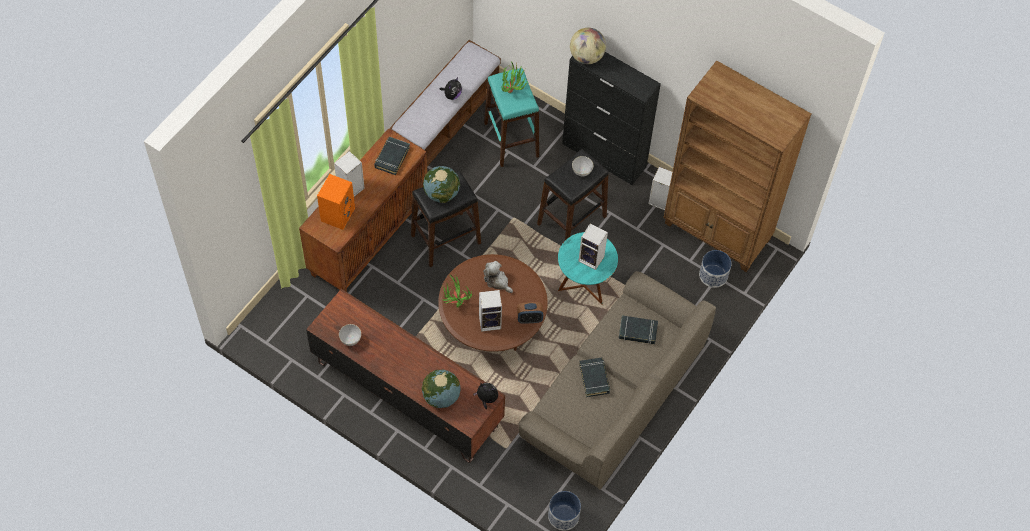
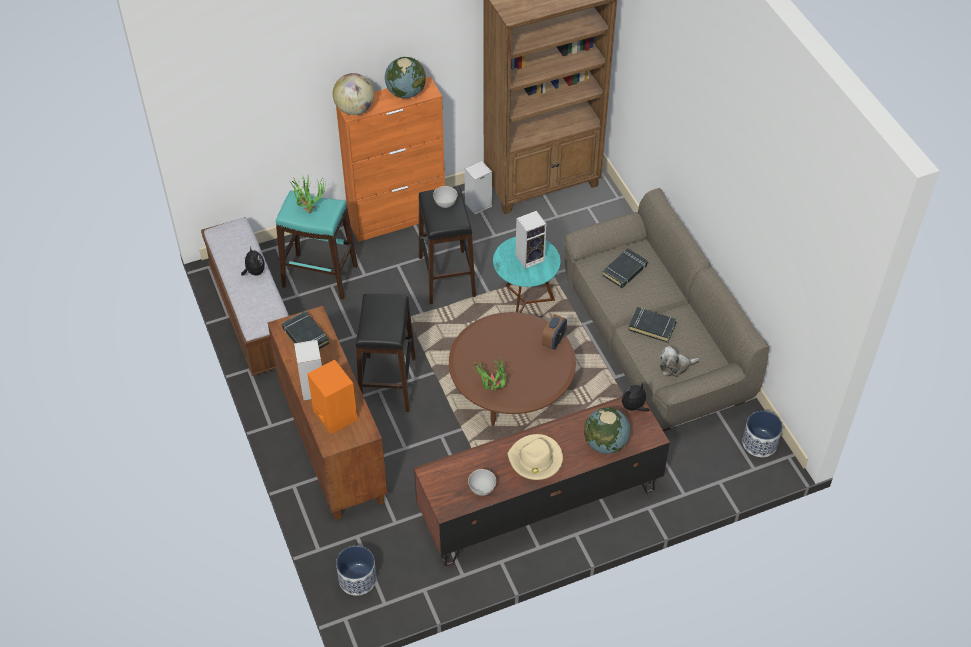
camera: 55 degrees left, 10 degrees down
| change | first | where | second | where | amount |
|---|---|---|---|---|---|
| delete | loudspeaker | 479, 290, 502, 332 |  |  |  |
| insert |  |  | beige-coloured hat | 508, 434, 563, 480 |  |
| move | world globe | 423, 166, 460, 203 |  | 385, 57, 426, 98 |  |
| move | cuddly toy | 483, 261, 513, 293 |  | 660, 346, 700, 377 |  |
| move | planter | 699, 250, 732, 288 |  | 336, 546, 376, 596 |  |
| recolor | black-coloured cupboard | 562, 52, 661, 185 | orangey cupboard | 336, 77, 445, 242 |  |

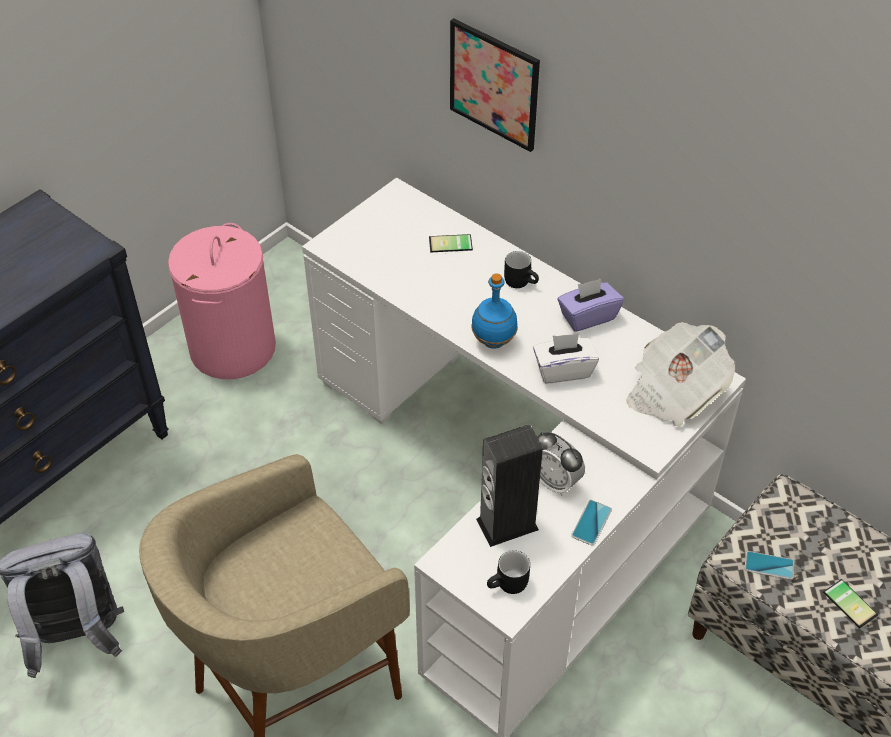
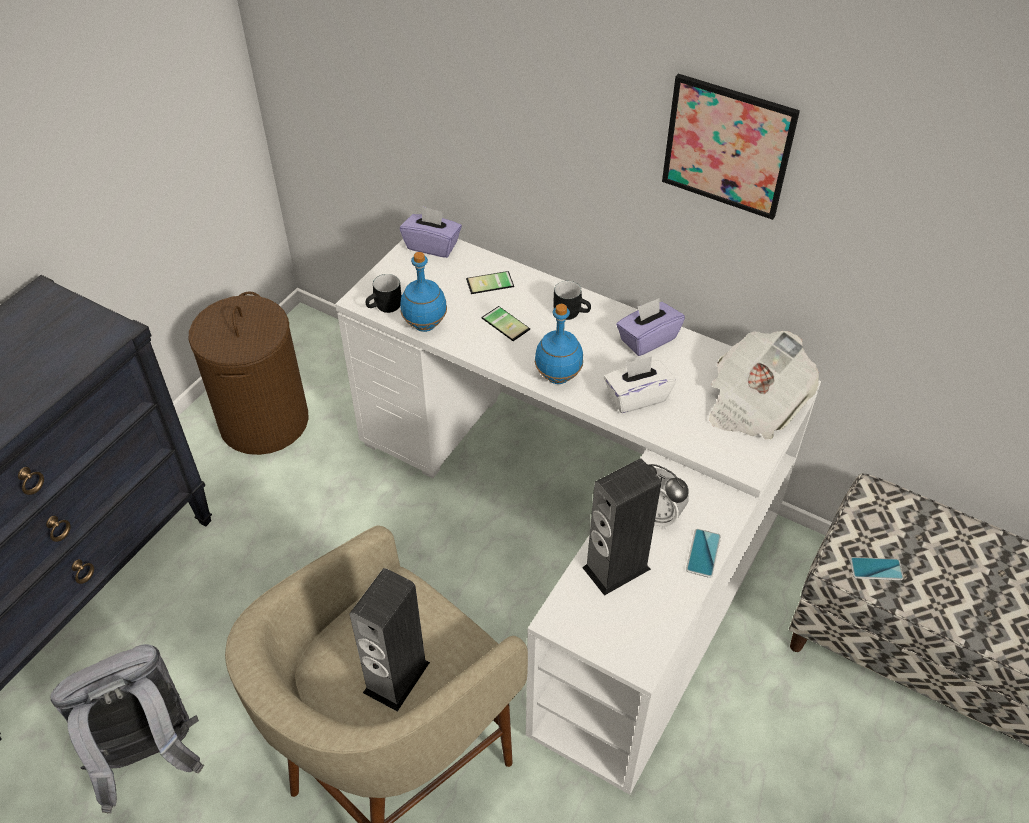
camera: 10 degrees left, 0 degrees up
| change | first | where | second | where | amount |
|---|---|---|---|---|---|
| insert |  |  | loudspeaker | 349, 568, 430, 712 |  |
| insert |  |  | purplish tissue holder | 400, 206, 462, 258 |  |
| insert |  |  | blue beverage bottle | 400, 252, 447, 332 |  |
| move | picture | 450, 18, 540, 152 |  | 662, 74, 800, 220 |  |
| move | black-coloured coffee mug | 487, 550, 530, 594 |  | 365, 274, 401, 313 |  |
| move | telephone | 823, 579, 878, 629 |  | 482, 306, 530, 341 |  |
| recolor | pink-coloured laundry basket | 168, 223, 276, 379 | brown-coloured laundry basket | 189, 291, 309, 455 |  |

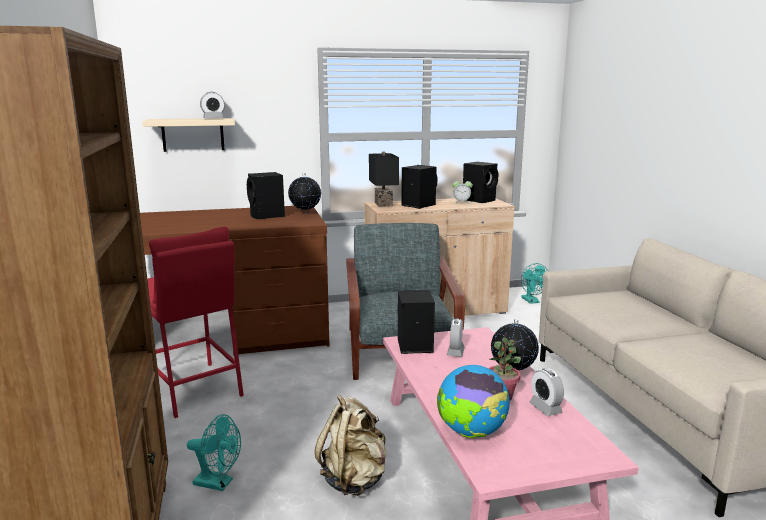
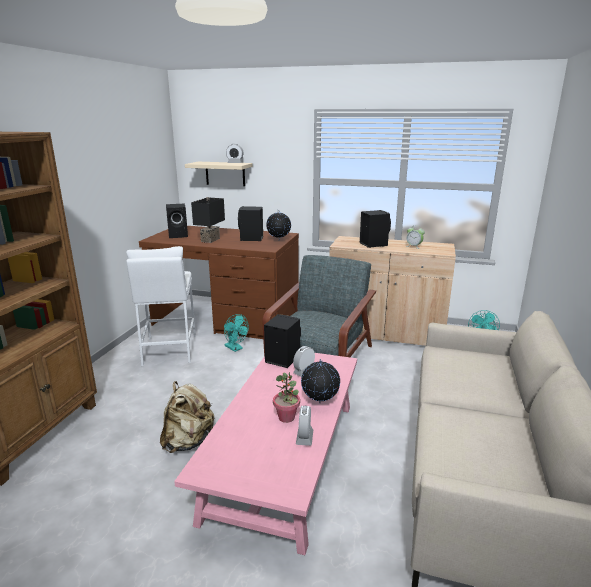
camera: 30 degrees right, 5 degrees up
| change | first | where | second | where | amount |
|---|---|---|---|---|---|
| delete | world globe | 437, 365, 510, 438 |  |  |  |
| move | turquoise-coloured fan | 187, 414, 241, 491 |  | 224, 314, 249, 352 |  |
| move | black-coloured tabletop lamp | 369, 152, 399, 207 |  | 191, 197, 225, 243 |  |
| move | black-coloured loudspeaker | 463, 162, 498, 203 |  | 166, 203, 188, 238 |  |
| recolor | red stool seat | 147, 227, 244, 418 | white stool seat | 126, 246, 196, 366 |  |

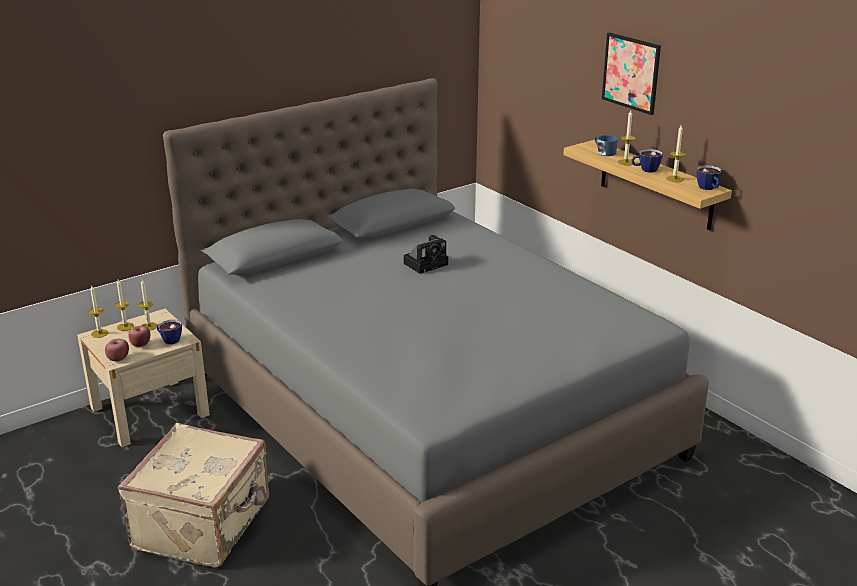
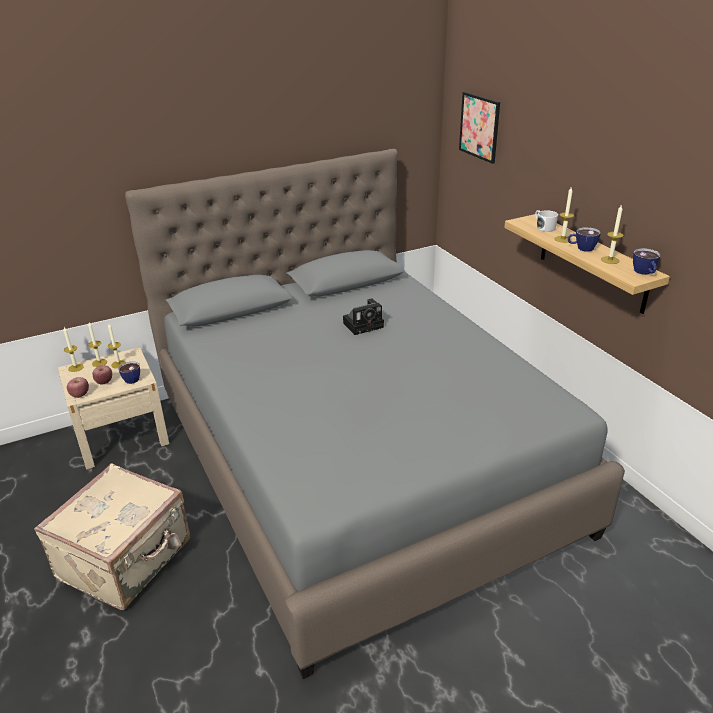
camera: 10 degrees right, 5 degrees up
| change | first | where | second | where | amount |
|---|---|---|---|---|---|
| move | picture | 602, 32, 661, 115 |  | 459, 92, 500, 164 |  |
| recolor | blue coffee mug | 595, 135, 618, 156 | white coffee mug | 535, 210, 558, 232 |  |

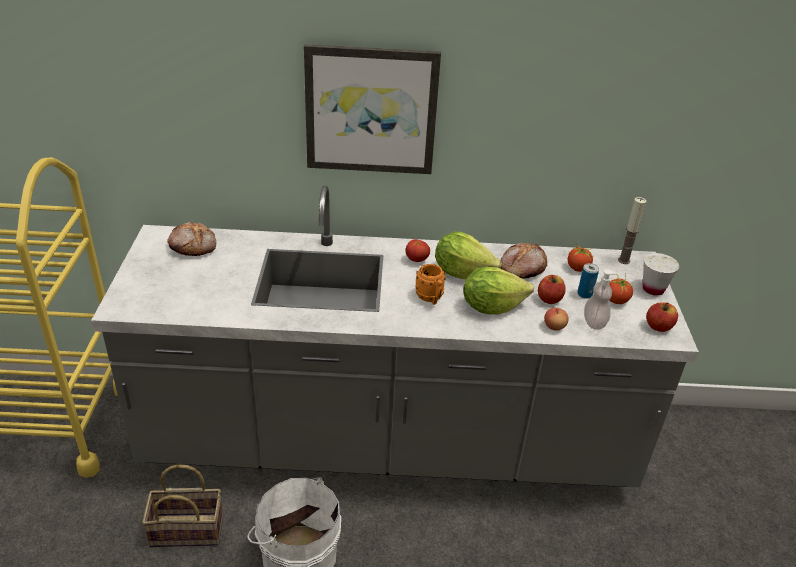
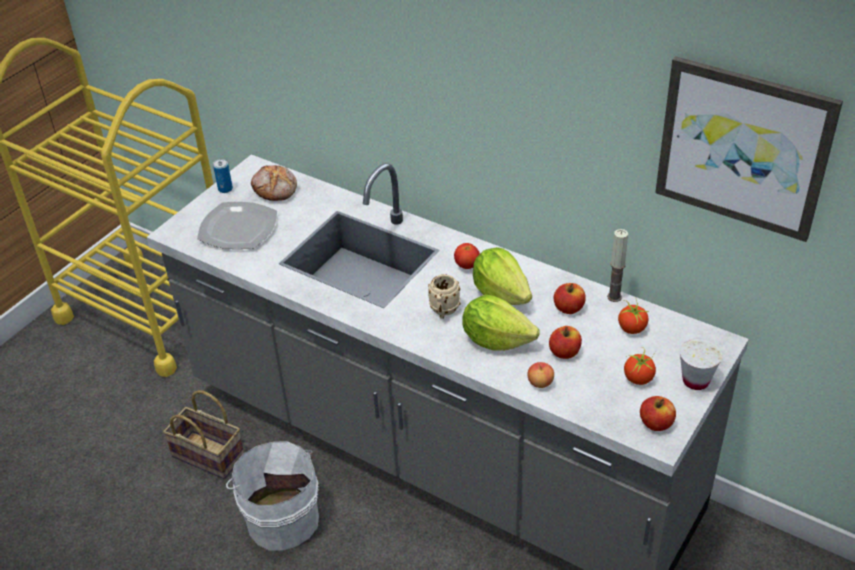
camera: 35 degrees right, 5 degrees up
| change | first | where | second | where | amount |
|---|---|---|---|---|---|
| delete | soap dispenser | 584, 269, 616, 330 |  |  |  |
| insert |  |  | plate | 197, 202, 277, 249 |  |
| move | picture | 304, 44, 441, 174 |  | 655, 56, 843, 242 |  |
| move | metal can | 577, 263, 599, 299 |  | 213, 159, 233, 193 |  |
| move | candle | 618, 197, 647, 264 |  | 607, 229, 628, 302 |  |
| replace | bread | 500, 243, 547, 279 | whole apple | 554, 283, 586, 314 |  |
| recolor | orangey coffee mug | 415, 264, 446, 305 | beige-coloured coffee mug | 428, 274, 460, 319 |  |

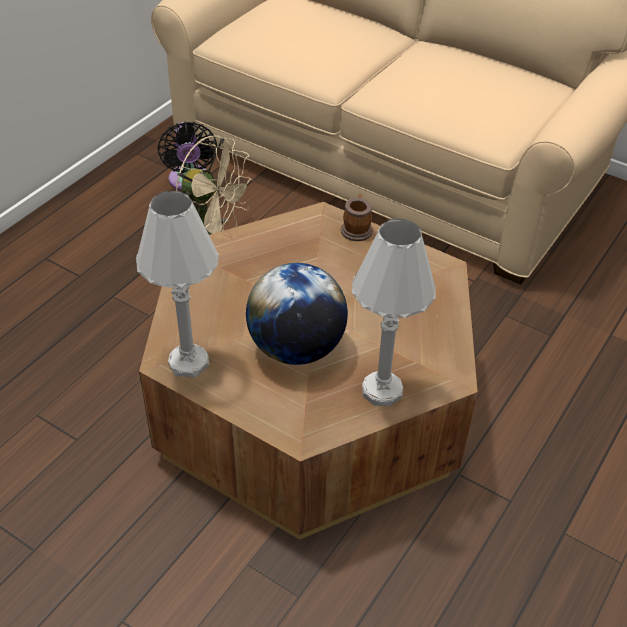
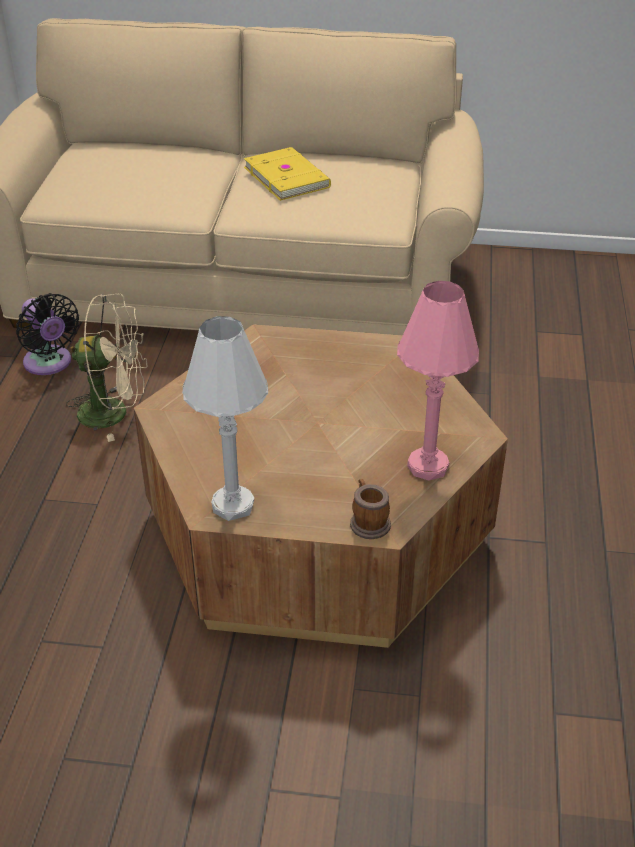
camera: 25 degrees left, 5 degrees down
| change | first | where | second | where | amount |
|---|---|---|---|---|---|
| delete | world globe | 246, 263, 348, 365 |  |  |  |
| insert |  |  | yellow-coloured volume | 244, 147, 331, 201 |  |
| move | coffee mug | 341, 194, 373, 241 |  | 350, 479, 391, 539 |  |
| recolor | white tabletop lamp | 352, 219, 436, 407 | pink-coloured tabletop lamp | 397, 281, 479, 481 |  |

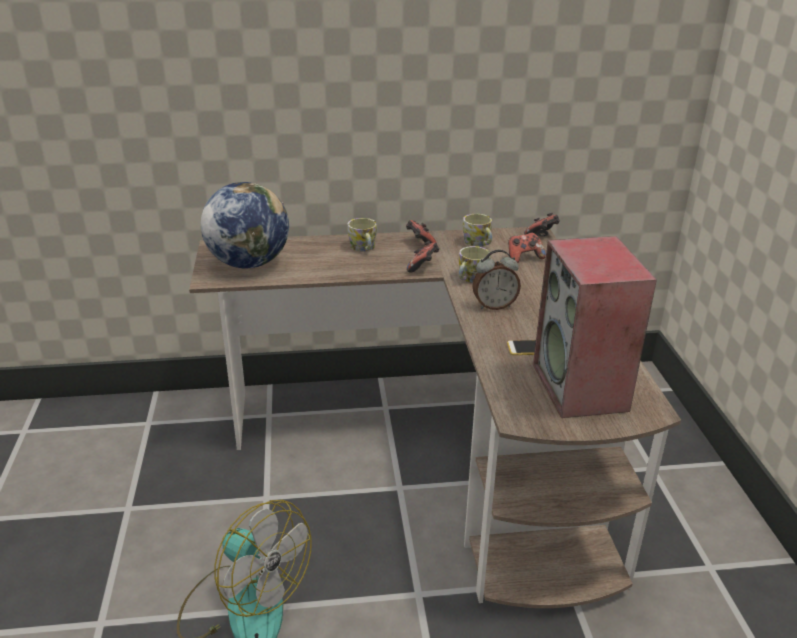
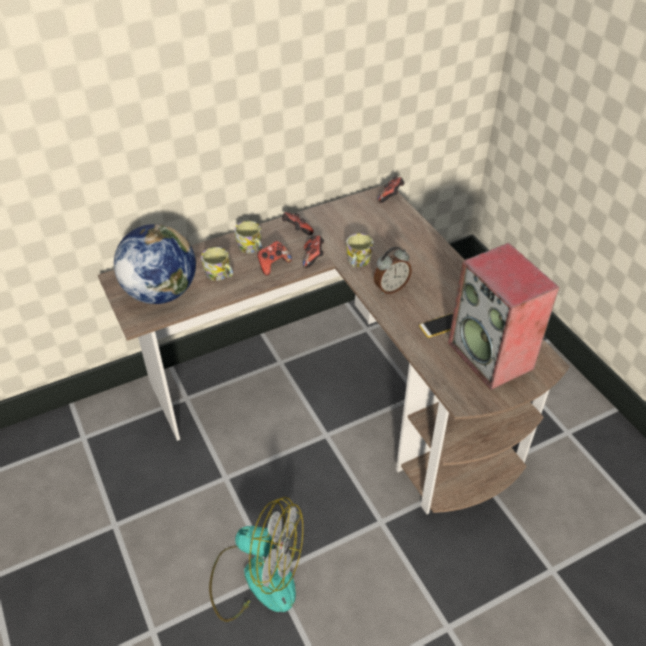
camera: 20 degrees left, 15 degrees up
| change | first | where | second | where | amount |
|---|---|---|---|---|---|
| move | coffee mug | 463, 214, 492, 247 |  | 201, 247, 233, 281 |  |
| move | gamepad | 508, 233, 546, 263 |  | 257, 241, 292, 276 |  |

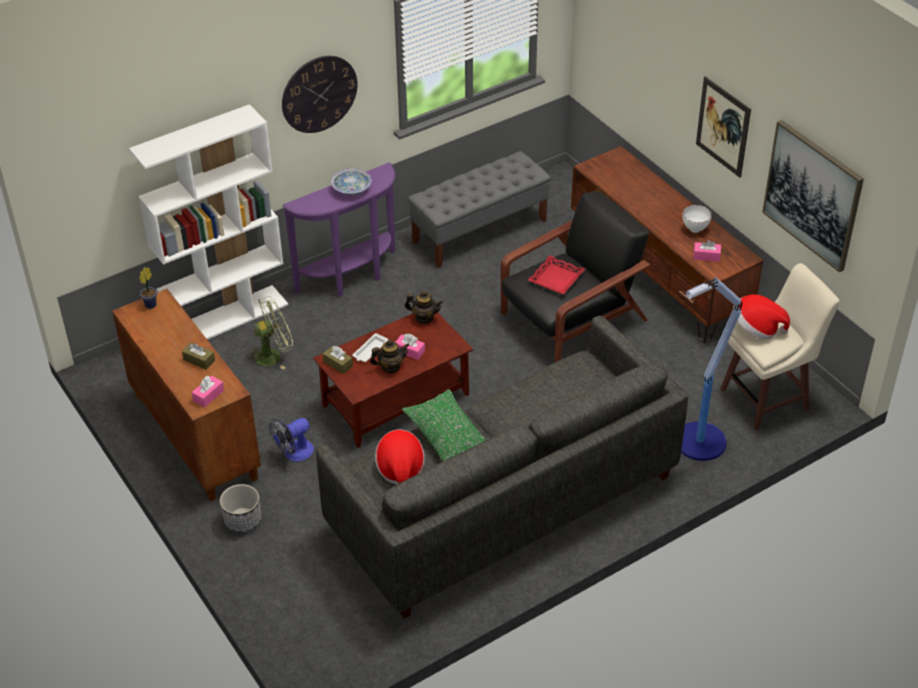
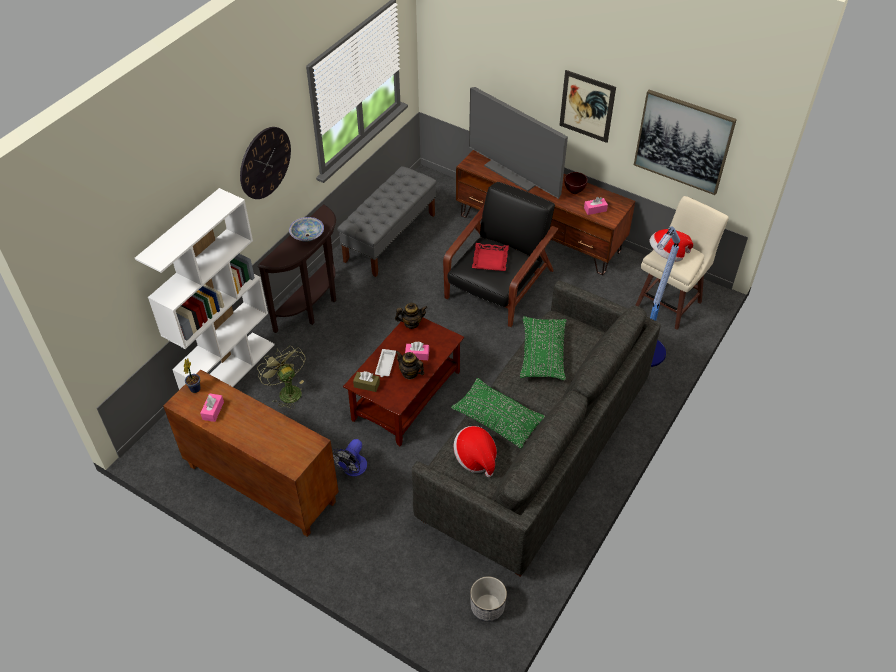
camera: 25 degrees left, 5 degrees up
| change | first | where | second | where | amount |
|---|---|---|---|---|---|
| delete | brown-coloured tissue holder | 182, 343, 215, 370 |  |  |  |
| insert |  |  | TV | 469, 87, 568, 199 |  |
| insert |  |  | greenish throw pillow | 520, 316, 567, 380 |  |
| move | pink-coloured tissue holder | 192, 376, 224, 407 |  | 200, 393, 224, 422 |  |
| move | planter | 220, 484, 261, 533 |  | 470, 576, 507, 622 |  |
| recolor | purplish hall table | 282, 163, 395, 297 | brown-coloured hall table | 258, 204, 336, 333 |  |
| recolor | white deep dish | 682, 205, 712, 233 | brown-coloured deep dish | 565, 172, 587, 194 |  |
| rotate | greenish fan | 246, 296, 293, 370 |  | 257, 345, 305, 409 | 75 degrees counterclockwise |
| rotate | pot for tea | 370, 340, 410, 373 |  | 396, 351, 425, 379 | 105 degrees counterclockwise |

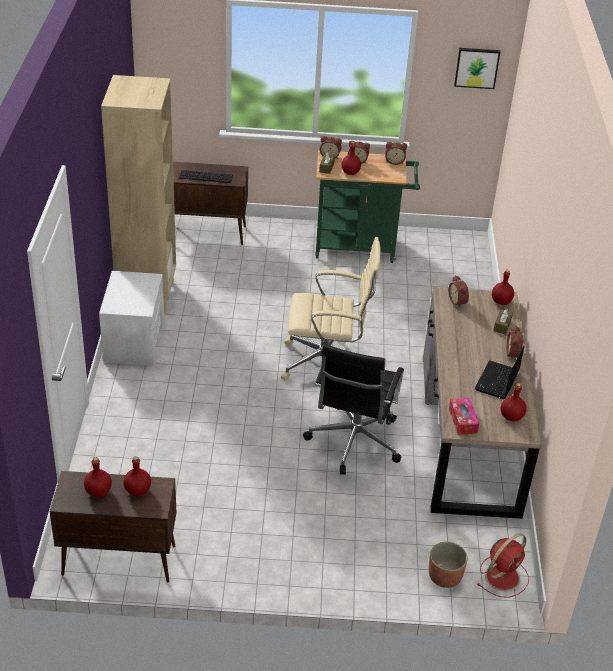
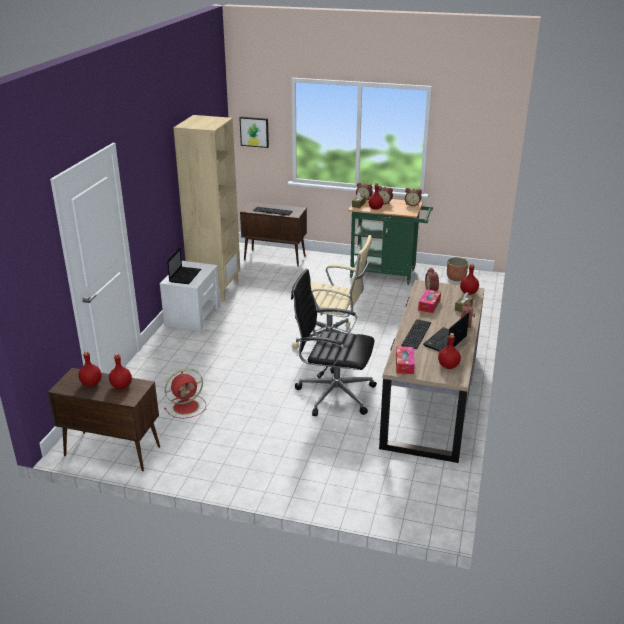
camera: 15 degrees right, 10 degrees down
| change | first | where | second | where | amount |
|---|---|---|---|---|---|
| insert |  |  | laptop | 167, 247, 201, 284 |  |
| insert |  |  | computer keyboard | 401, 319, 431, 349 |  |
| insert |  |  | tissue holder | 418, 289, 441, 313 |  |
| move | planter | 429, 542, 468, 588 |  | 447, 257, 469, 281 |  |
| move | picture | 454, 48, 500, 89 |  | 239, 117, 269, 148 |  |
| move | red fan | 477, 533, 529, 598 |  | 164, 369, 206, 419 |  |
| rotate | black-coloured computer chair | 303, 344, 404, 474 |  | 291, 269, 377, 416 | 75 degrees clockwise |

